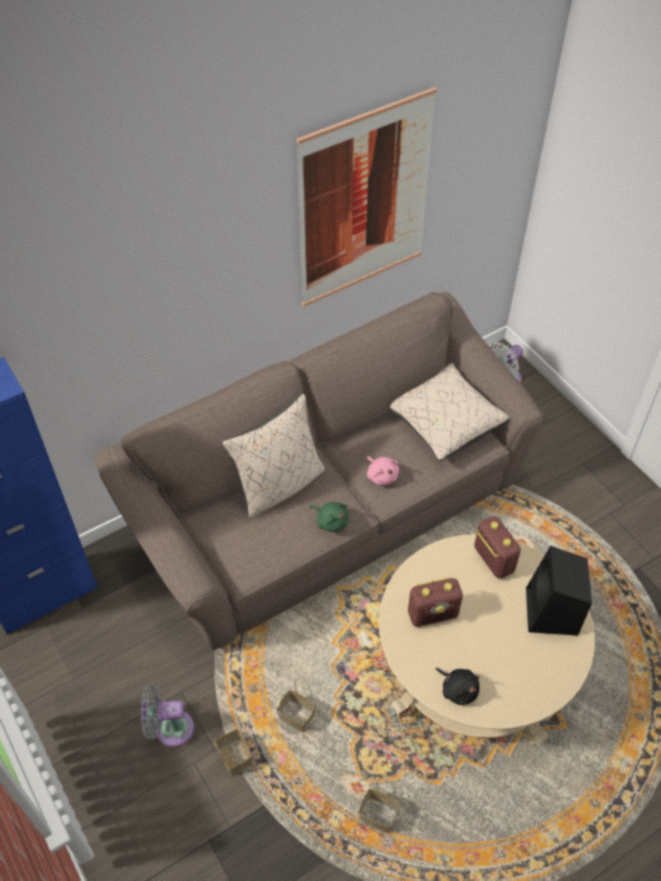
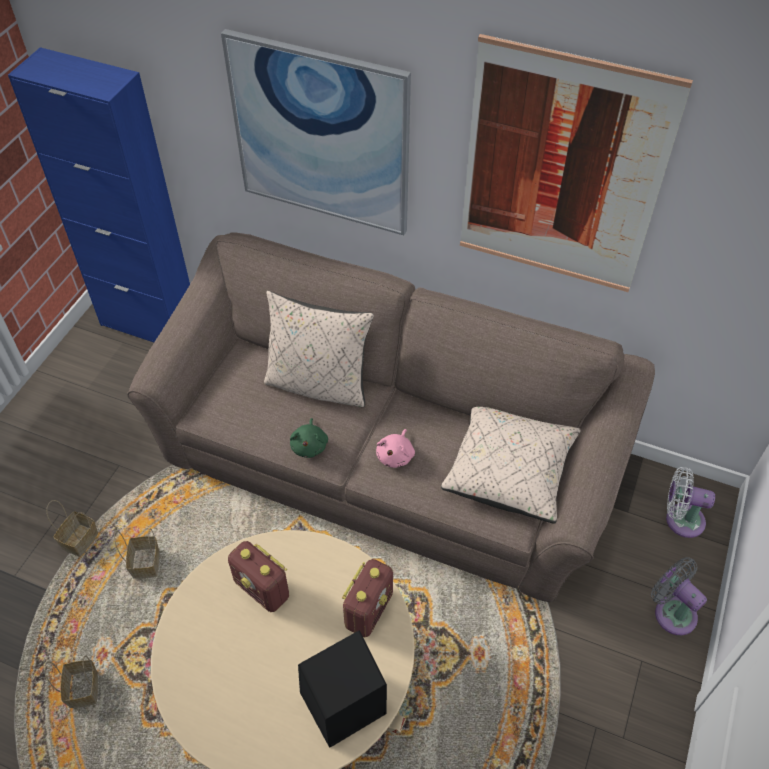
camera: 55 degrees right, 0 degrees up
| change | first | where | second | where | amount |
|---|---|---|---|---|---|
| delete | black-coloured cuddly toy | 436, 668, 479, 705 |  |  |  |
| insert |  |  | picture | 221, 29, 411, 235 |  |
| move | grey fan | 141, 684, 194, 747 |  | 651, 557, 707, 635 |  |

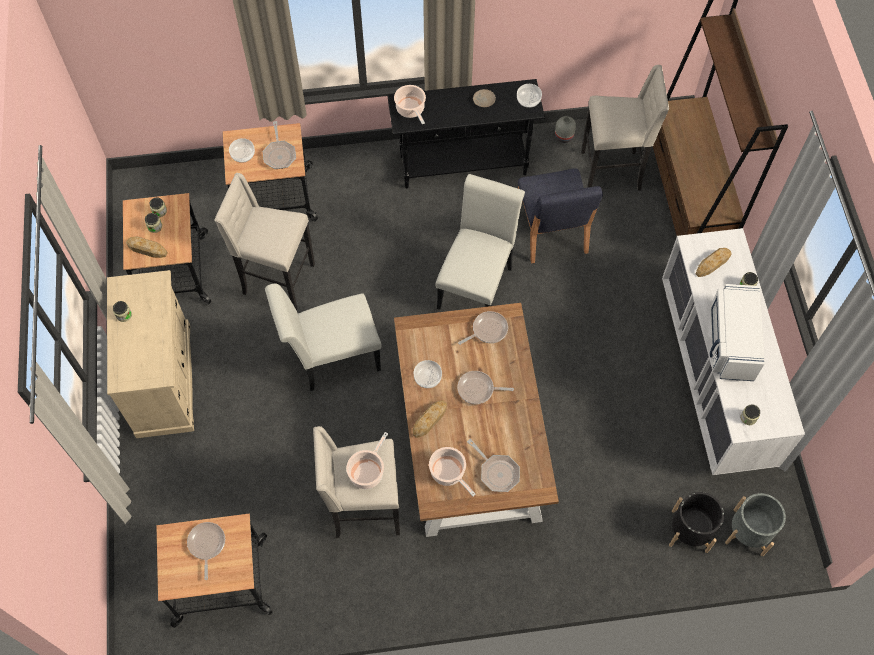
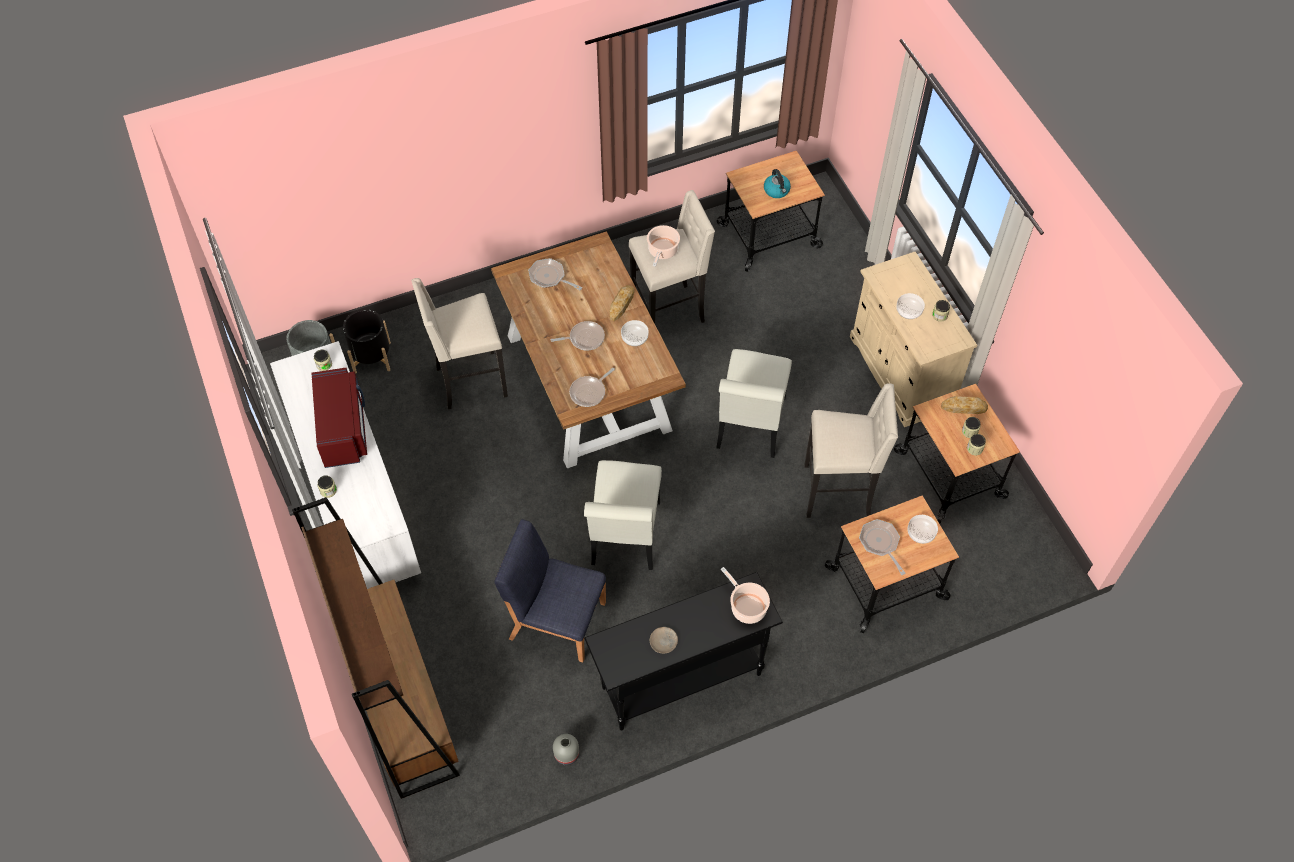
camera: 165 degrees right, 5 degrees down
| change | first | where | second | where | amount |
|---|---|---|---|---|---|
| delete | stockpot | 429, 447, 476, 496 |  |  |  |
| delete | bread | 696, 248, 732, 277 |  |  |  |
| move | deep dish | 517, 84, 542, 108 |  | 896, 293, 925, 319 |  |
| move | beige-coloured stool seat | 581, 65, 669, 191 |  | 411, 278, 508, 410 |  |
| replace | frying pan | 187, 522, 225, 580 | water kettle | 764, 169, 791, 198 |  |
| recolor | white microwave oven | 710, 284, 765, 381 | red microwave oven | 311, 368, 367, 468 |  |
| rotate | white chair | 265, 284, 382, 391 |  | 716, 349, 792, 458 | 135 degrees clockwise |
| rotate | blue chair | 518, 168, 603, 263 |  | 494, 519, 606, 663 | 45 degrees counterclockwise |

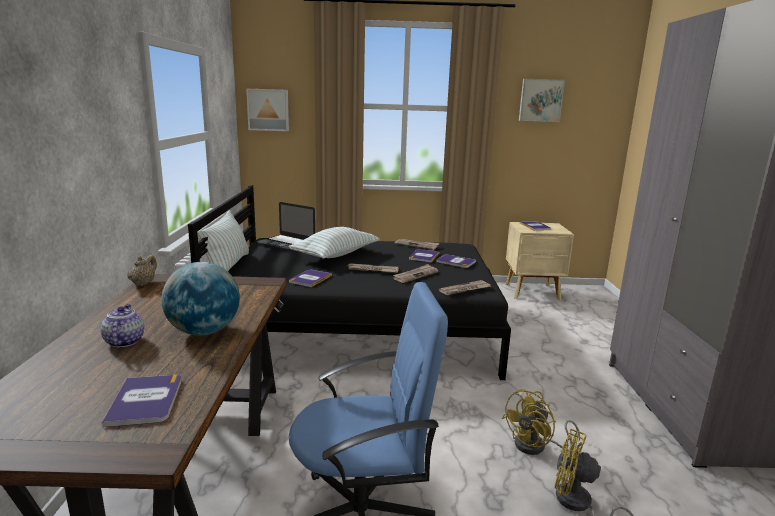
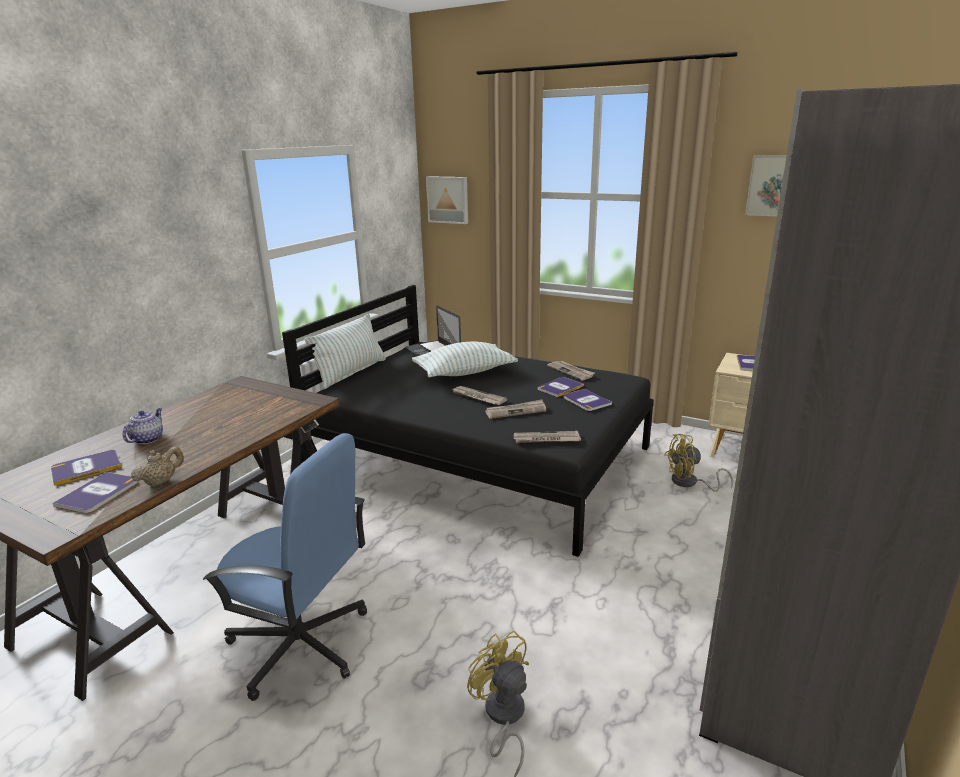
camera: 30 degrees right, 5 degrees up
| change | first | where | second | where | amount |
|---|---|---|---|---|---|
| delete | world globe | 161, 262, 240, 335 |  |  |  |
| move | beige-coloured pot for tea | 128, 255, 157, 286 |  | 131, 447, 184, 487 |  |
| move | volume | 289, 270, 332, 287 |  | 51, 450, 122, 486 |  |
| move | yellow-coloured fan | 502, 389, 580, 455 |  | 664, 434, 733, 492 |  |

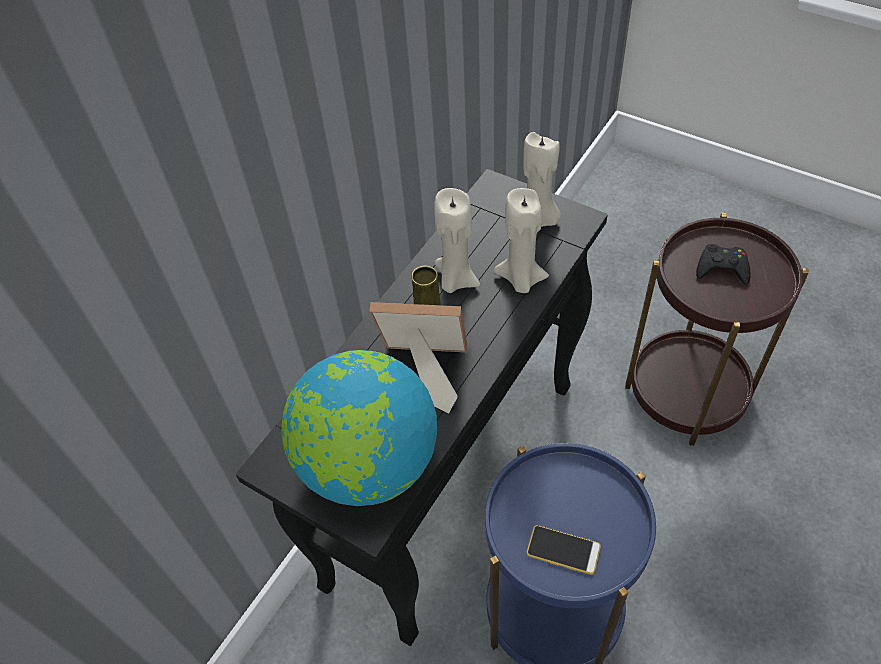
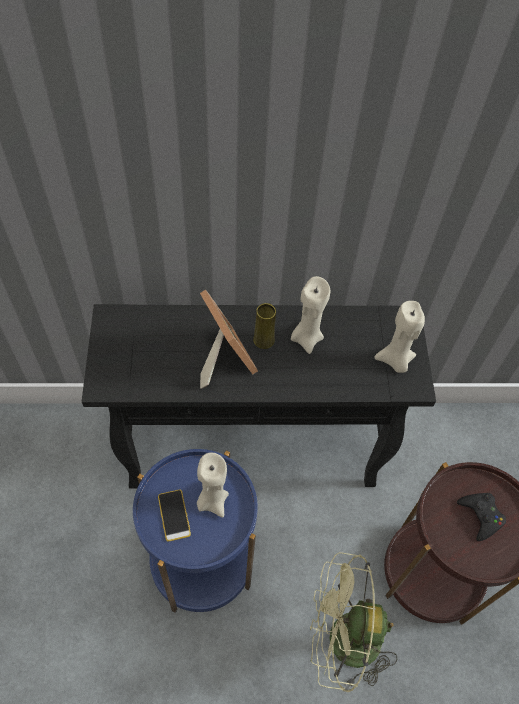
camera: 50 degrees right, 5 degrees up
| change | first | where | second | where | amount |
|---|---|---|---|---|---|
| delete | world globe | 281, 350, 437, 506 |  |  |  |
| insert |  |  | greenish fan | 310, 552, 397, 692 |  |
| move | beige-coloured candle | 494, 188, 549, 293 |  | 197, 453, 229, 518 |  |

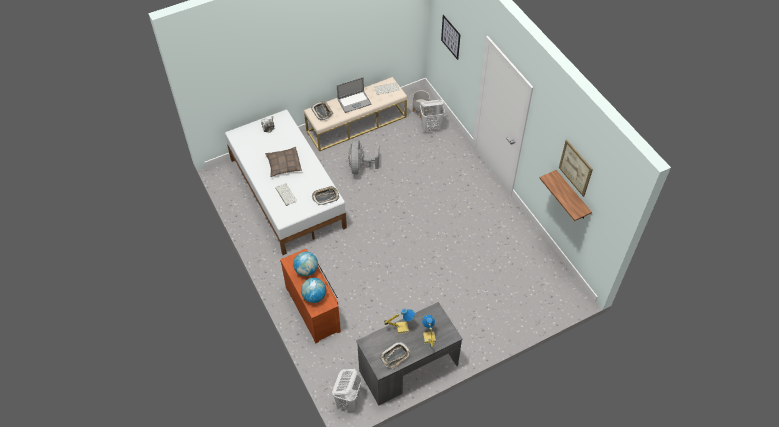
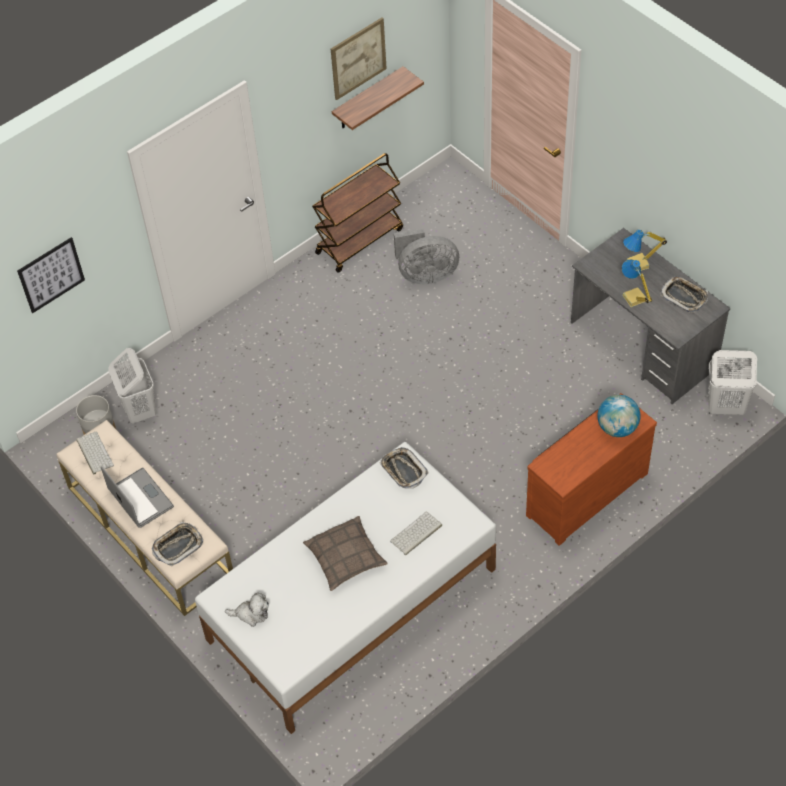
camera: 100 degrees left, 0 degrees up
| change | first | where | second | where | amount |
|---|---|---|---|---|---|
| delete | world globe | 293, 252, 318, 276 |  |  |  |
| insert |  |  | brown-coloured wheeled cart | 312, 153, 403, 273 |  |
| move | grey fan | 348, 139, 379, 174 |  | 394, 228, 459, 284 |  |

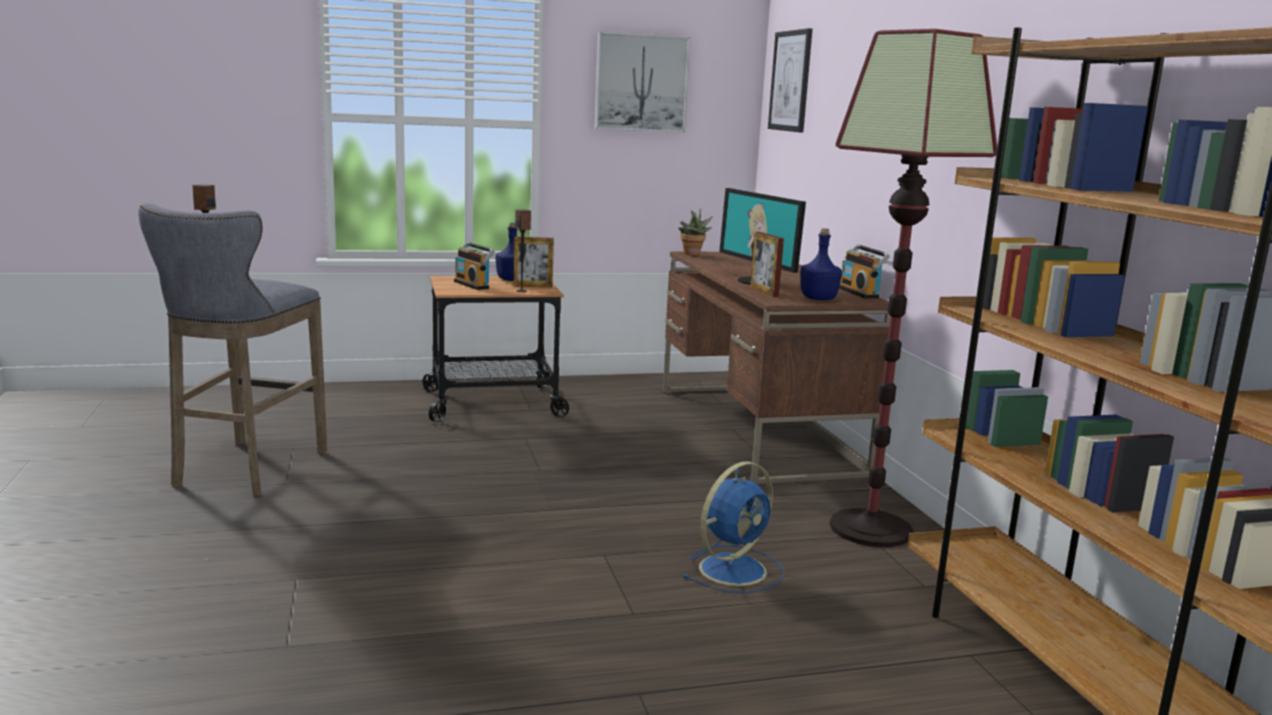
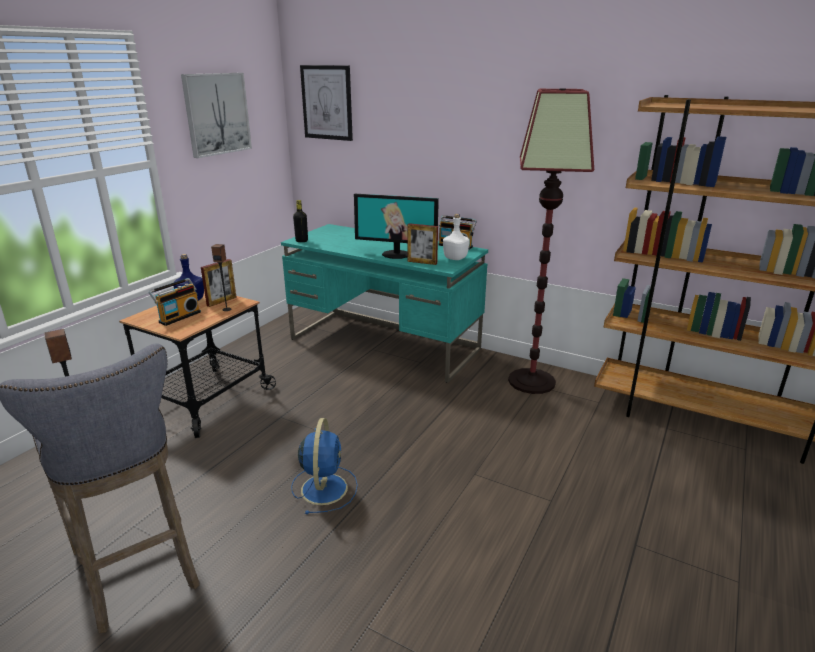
camera: 45 degrees left, 10 degrees up
| change | first | where | second | where | amount |
|---|---|---|---|---|---|
| move | blue fan | 682, 461, 784, 593 |  | 291, 418, 358, 514 |  |
| replace | plant in a pot | 678, 208, 713, 255 | black-coloured beverage bottle | 293, 200, 308, 242 |  |
| recolor | brown-coloured desk | 663, 251, 890, 484 | turquoise-coloured desk | 281, 224, 488, 383 |  |
| recolor | blue beverage bottle | 801, 228, 842, 300 | white beverage bottle | 443, 214, 470, 260 |  |
| rotate | radio set | 454, 242, 495, 290 |  | 149, 278, 201, 326 | 60 degrees counterclockwise |

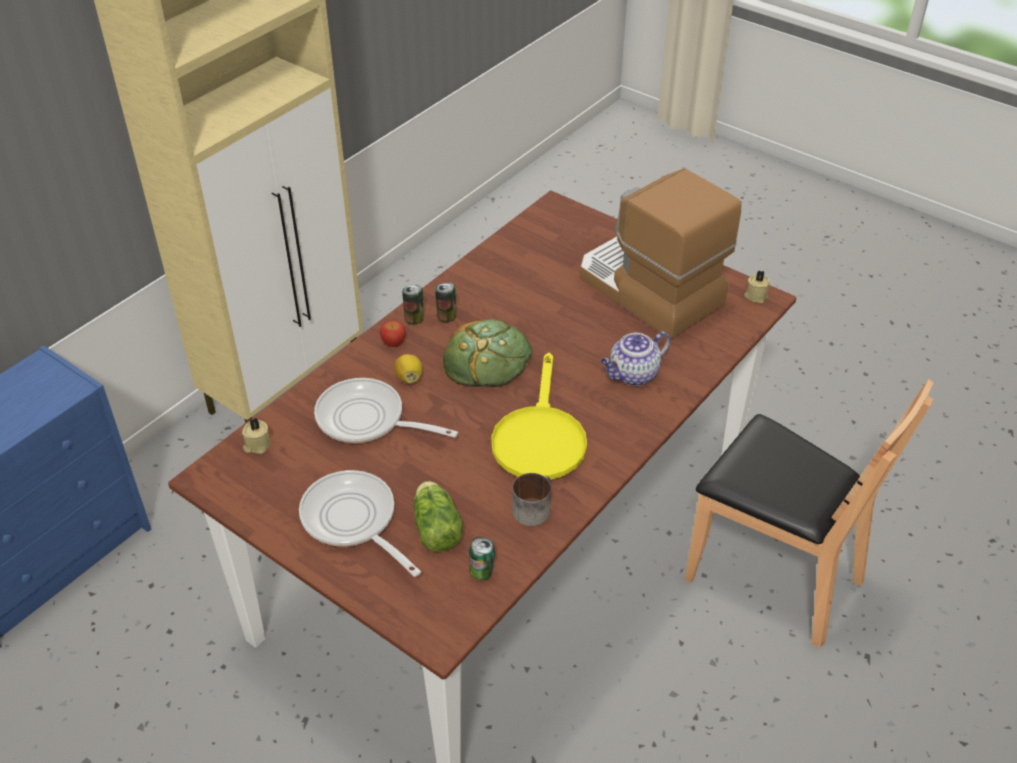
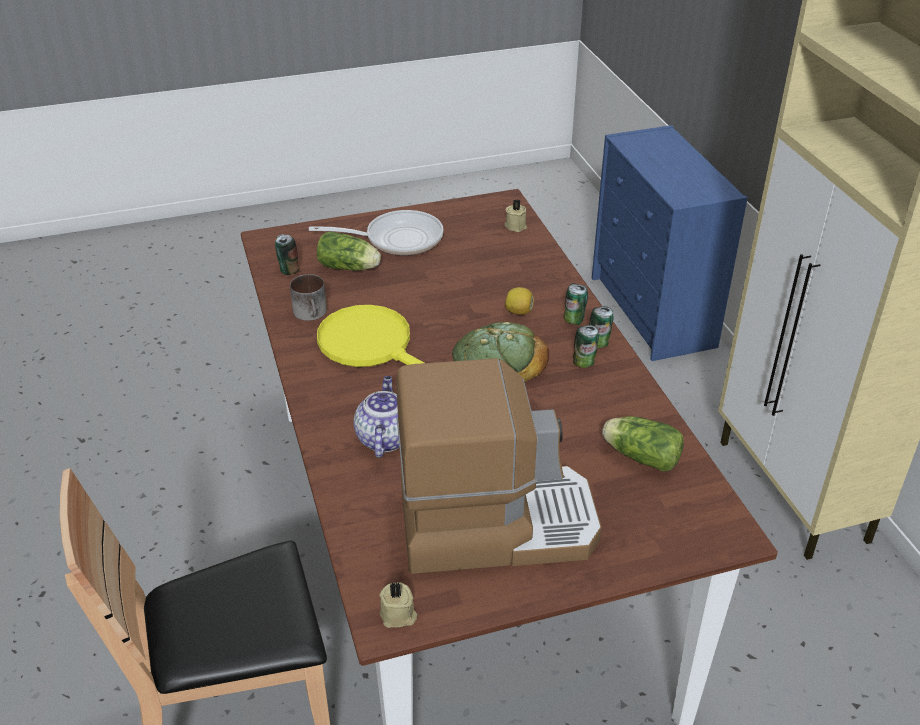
camera: 125 degrees right, 5 degrees down
| change | first | where | second | where | amount |
|---|---|---|---|---|---|
| delete | frying pan | 314, 378, 458, 443 |  |  |  |
| insert |  |  | head of lettuce | 602, 416, 684, 472 |  |
| replace | whole apple | 380, 320, 406, 347 | metal can | 564, 283, 588, 325 |  |

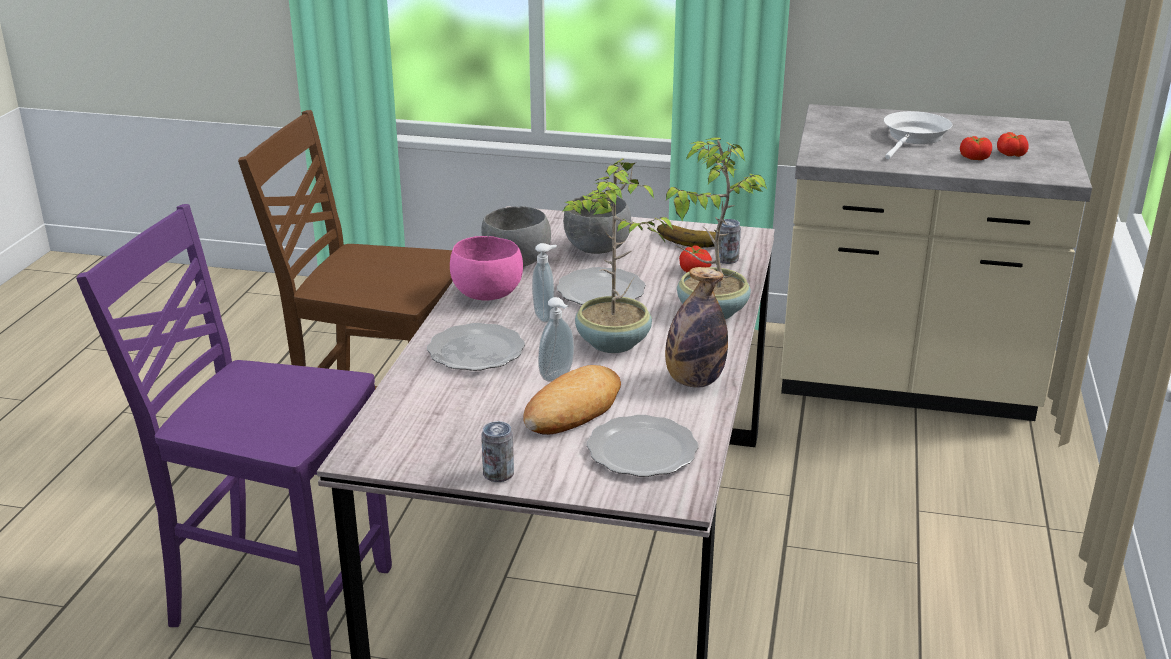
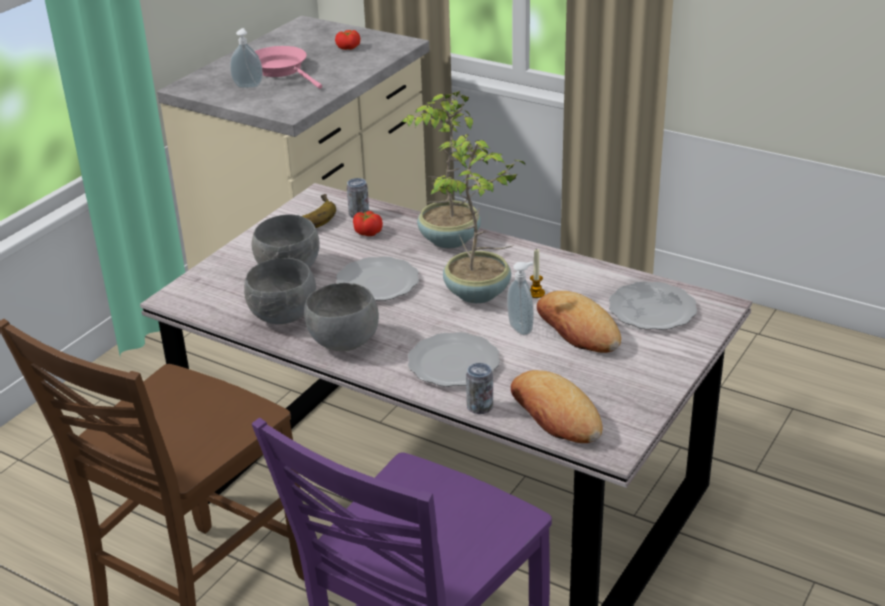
camera: 70 degrees left, 5 degrees up
| change | first | where | second | where | amount |
|---|---|---|---|---|---|
| delete | beverage bottle | 665, 267, 728, 388 |  |  |  |
| delete | whole tomato | 960, 136, 992, 160 |  |  |  |
| insert |  |  | bread | 511, 370, 603, 443 |  |
| insert |  |  | candle | 530, 249, 545, 298 |  |
| move | metal can | 481, 421, 514, 482 |  | 466, 363, 493, 414 |  |
| move | soap dispenser | 532, 243, 557, 323 |  | 230, 28, 263, 88 |  |
| recolor | pink-coloured deep dish | 450, 236, 523, 301 | grey deep dish | 304, 283, 379, 351 |  |
| recolor | white frying pan | 884, 111, 952, 159 | pink-coloured frying pan | 255, 46, 322, 89 |  |

